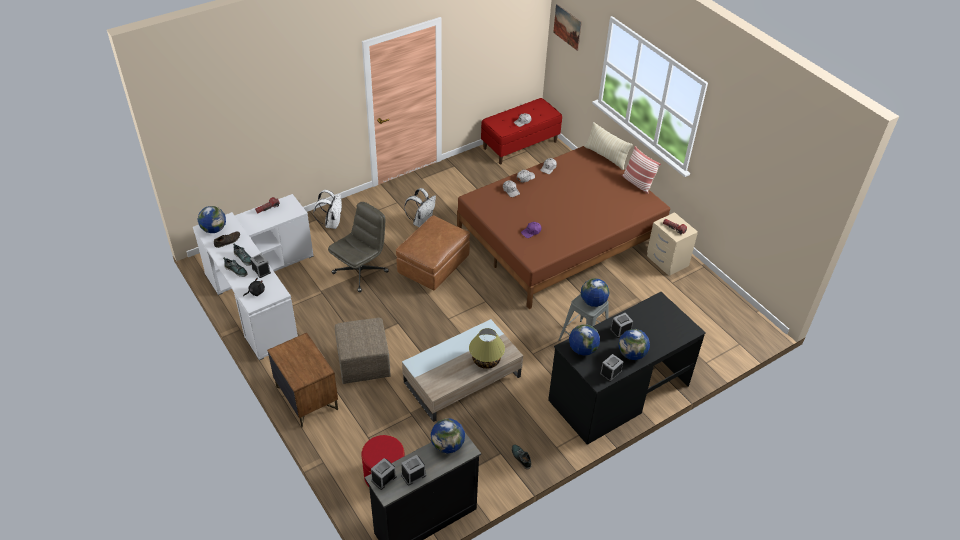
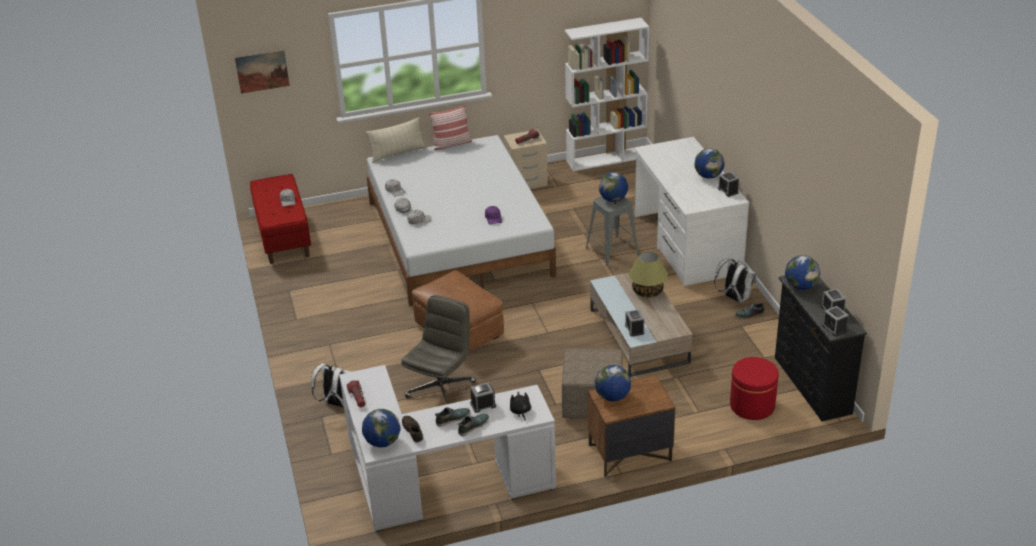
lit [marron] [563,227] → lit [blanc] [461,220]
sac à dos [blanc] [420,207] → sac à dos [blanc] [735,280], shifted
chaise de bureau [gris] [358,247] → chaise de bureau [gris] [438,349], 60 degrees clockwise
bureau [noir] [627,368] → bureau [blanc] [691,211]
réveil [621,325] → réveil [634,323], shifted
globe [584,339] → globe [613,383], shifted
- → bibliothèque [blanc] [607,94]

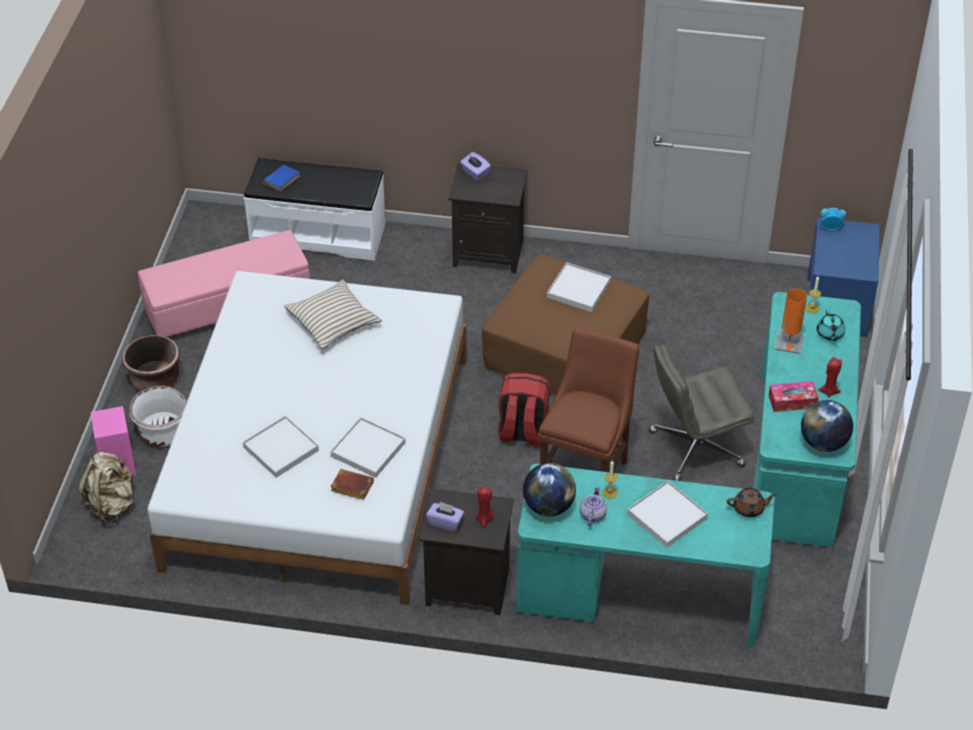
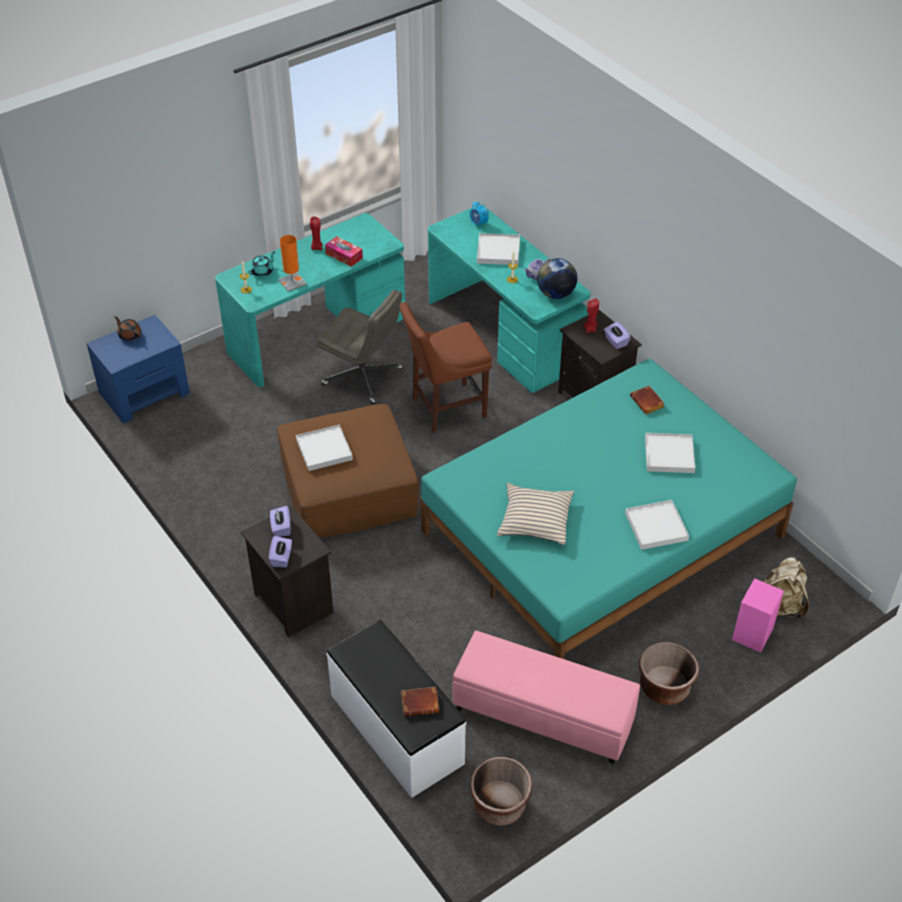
livre [bleu] [281,178] → livre [marron] [420,702]
réveil [833,219] → réveil [479,215], shifted
lit [blanc] [307,438] → lit [turquoise] [608,508]
sac à dos [rouge] [524,410] → -
cache-pot [blanc] [158,416] → -
globe [827,426] → -
plateau [blanc] [368,447] → plateau [blanc] [657,525], shifted
théière [marron] [752,502] → théière [marron] [127,328], shifted
- → boîte à mouchoirs [violet] [280,521]
- → cache-pot [marron] [501,791]

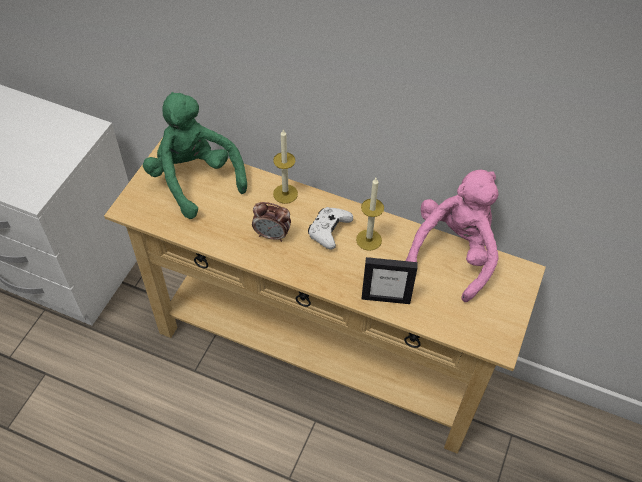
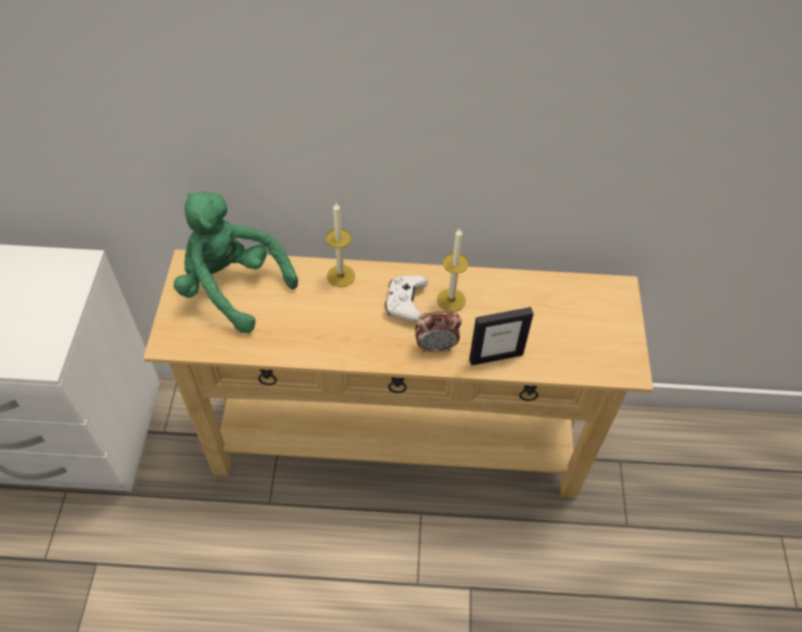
peluche [rose] [452,236] → -
réveil [271,222] → réveil [438,332], shifted

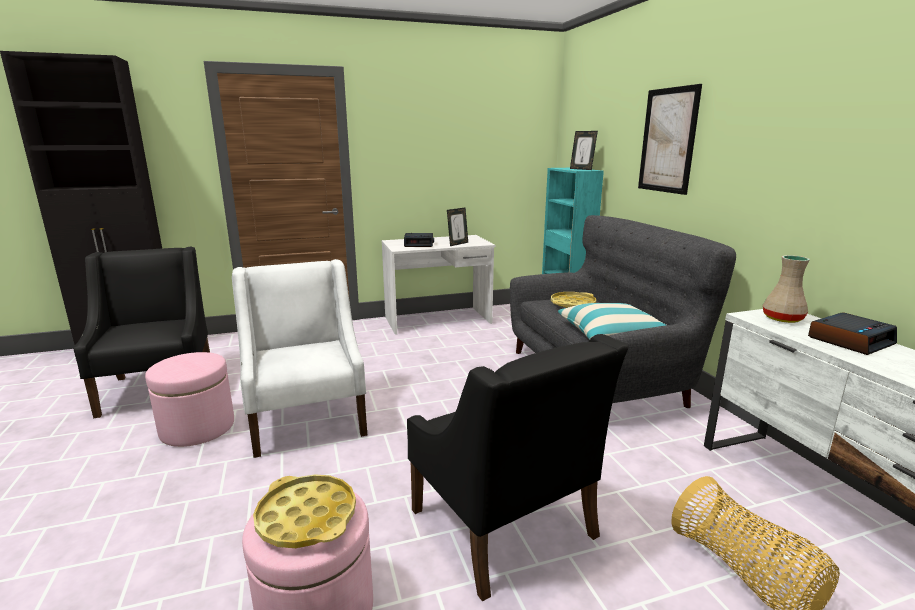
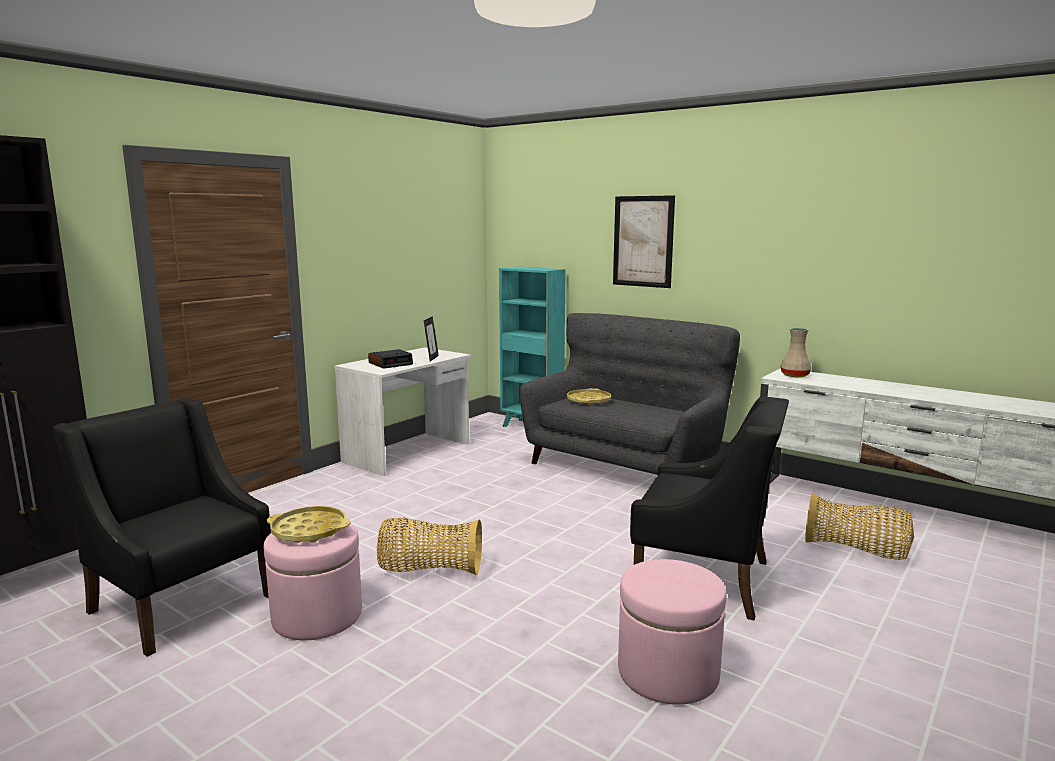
cadre photo [584,150] → -
fauteuil [blanc] [299,358] → panier [429,546]
coussin [612,321] → -
réveil [852,334] → -
plateau [jaune] [304,511] → plateau [jaune] [309,524], shifted

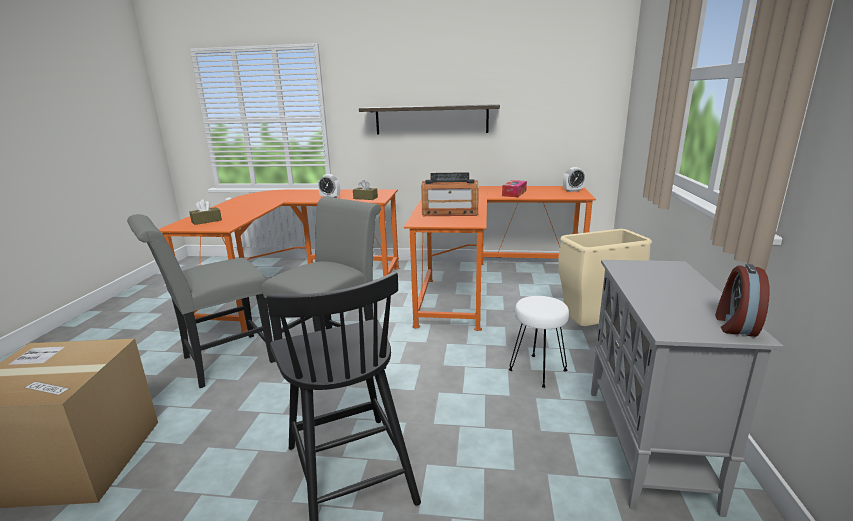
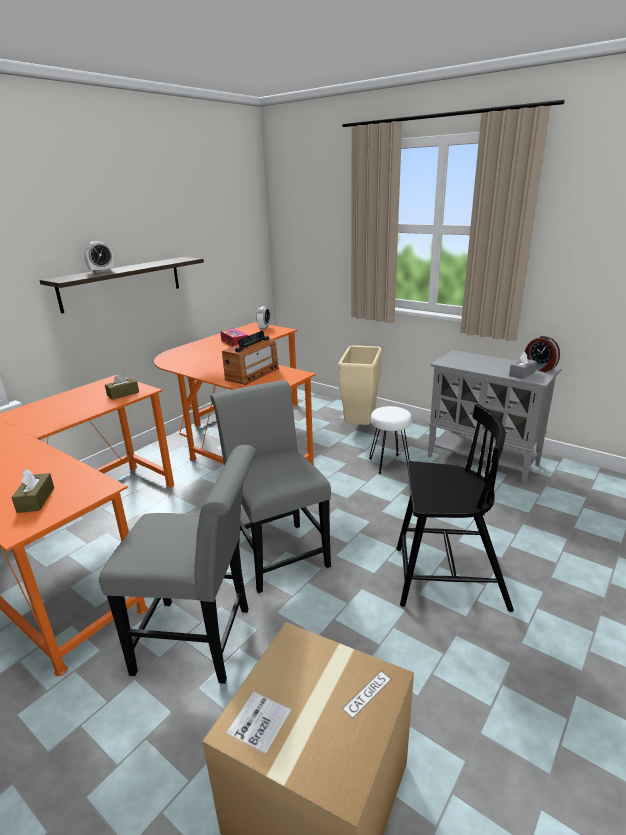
réveil [329,186] → réveil [99,257], shifted
chaise [gris] [201,301] → chaise [gris] [177,564], 75 degrees counterclockwise
- → boîte à mouchoirs [gris] [523,365]

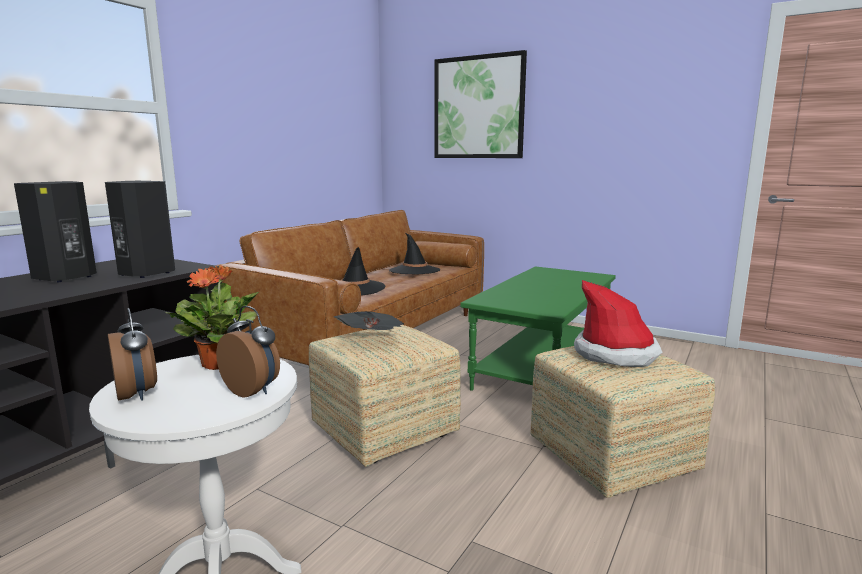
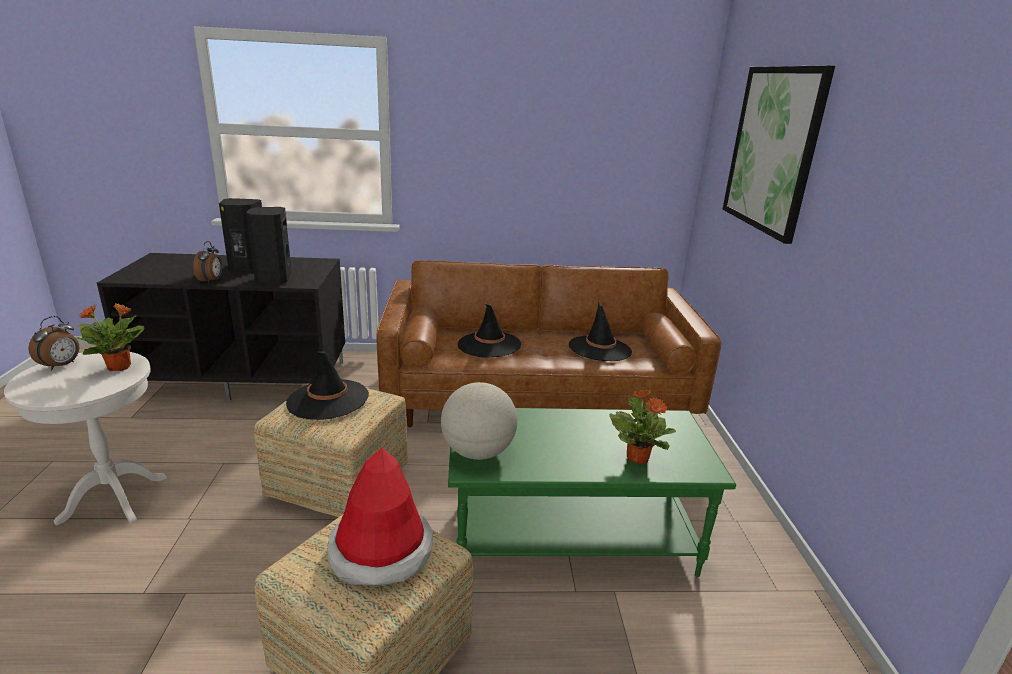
réveil [248,352] → réveil [207,262], shifted
journal [369,320] → chapeau [noir] [327,385]
- → globe [479,421]
- → plante en pot [642,426]

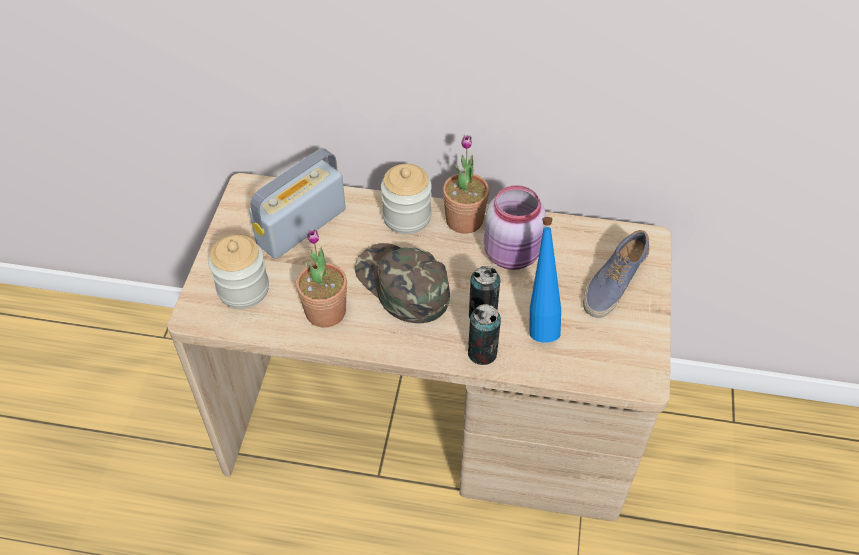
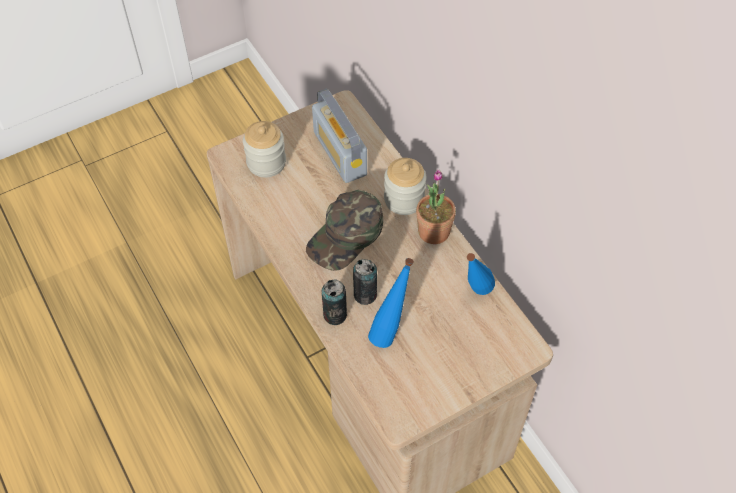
radio [297,203] → radio [339,135], 120 degrees counterclockwise
bocal [rose] [515,227] → -
plante en pot [321,278] → -
chaussure [616,274] → -
casquette [vert] [402,283] → casquette [vert] [344,230], 150 degrees counterclockwise
- → bouteille [bleu] [481,274]

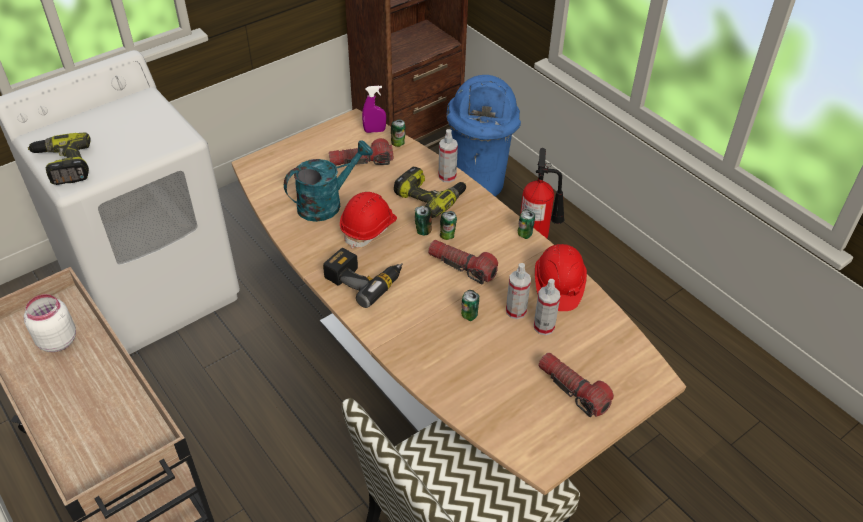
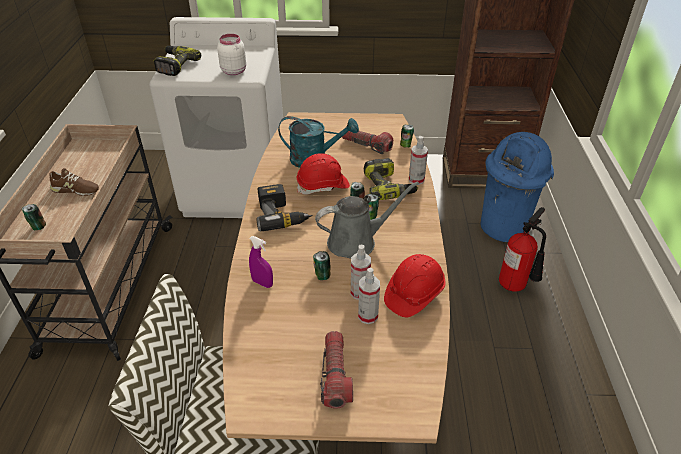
vaporisateur [violet] [374,109] → vaporisateur [violet] [261,262], shifted
boîte métallique [526,224] → boîte métallique [34,217], shifted
lampe de poche [463,262] → arrosoir [gris] [367,220]
bocal [blanc] [50,323] → bocal [blanc] [231,54], shifted
- → chaussure [marron] [74,182]

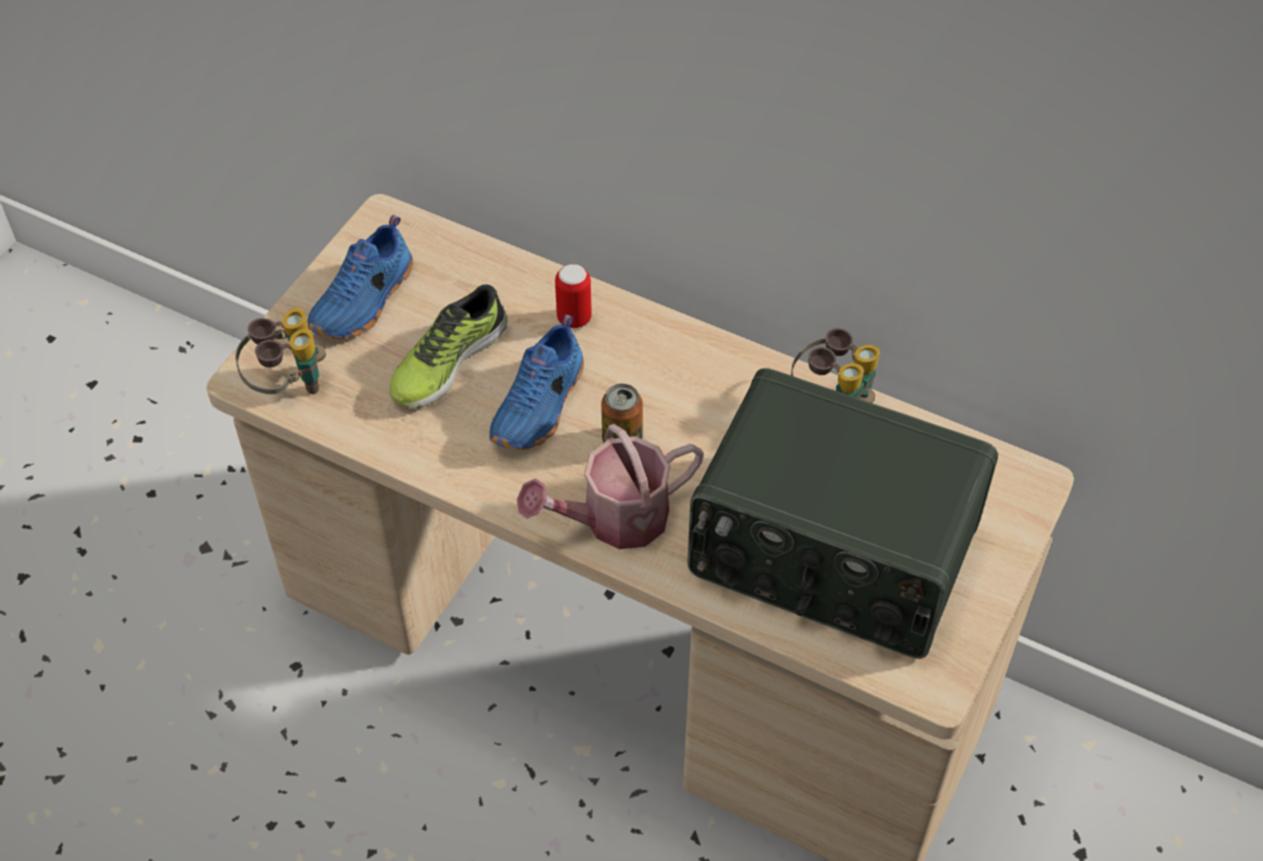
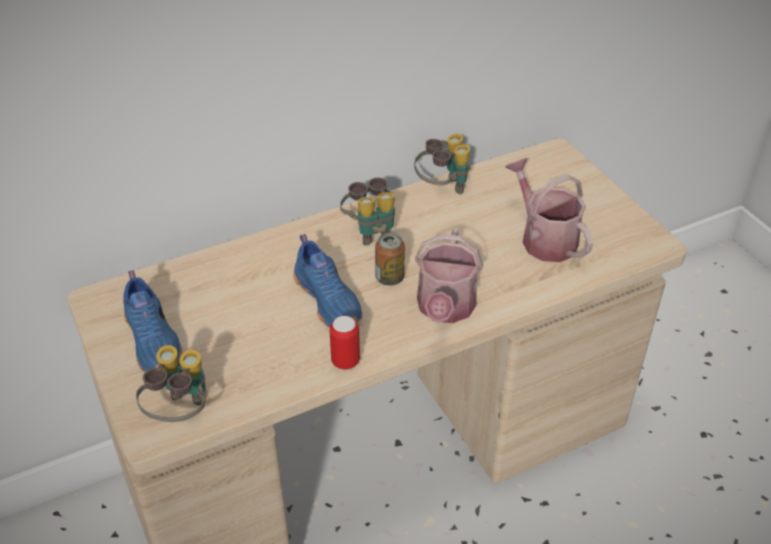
boîte métallique [573,296] → boîte métallique [345,343], shifted
chaussure [448,346] → -
radio [842,513] → arrosoir [549,210]
- → jumelles [367,211]

